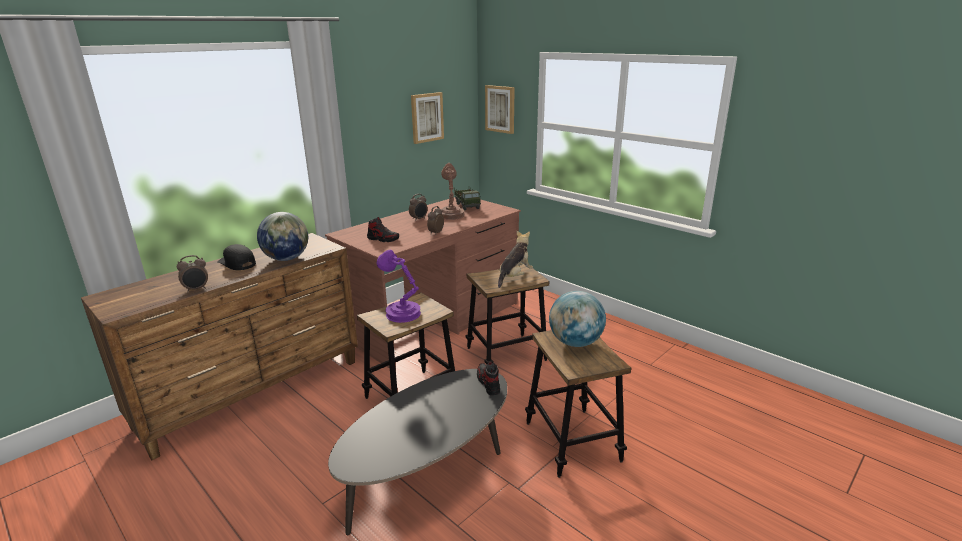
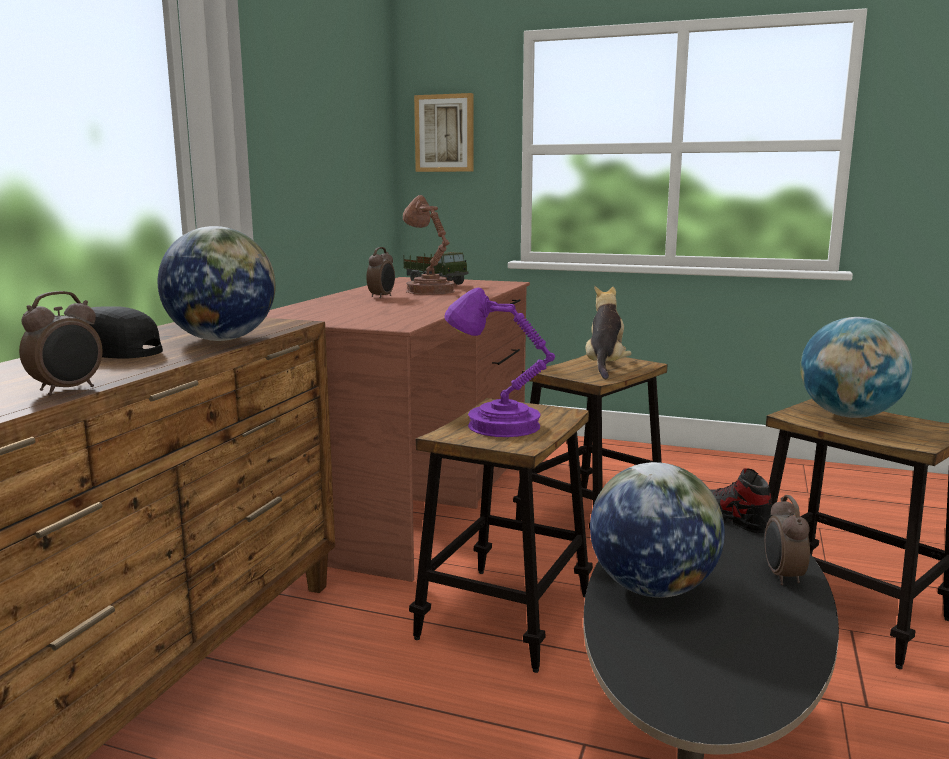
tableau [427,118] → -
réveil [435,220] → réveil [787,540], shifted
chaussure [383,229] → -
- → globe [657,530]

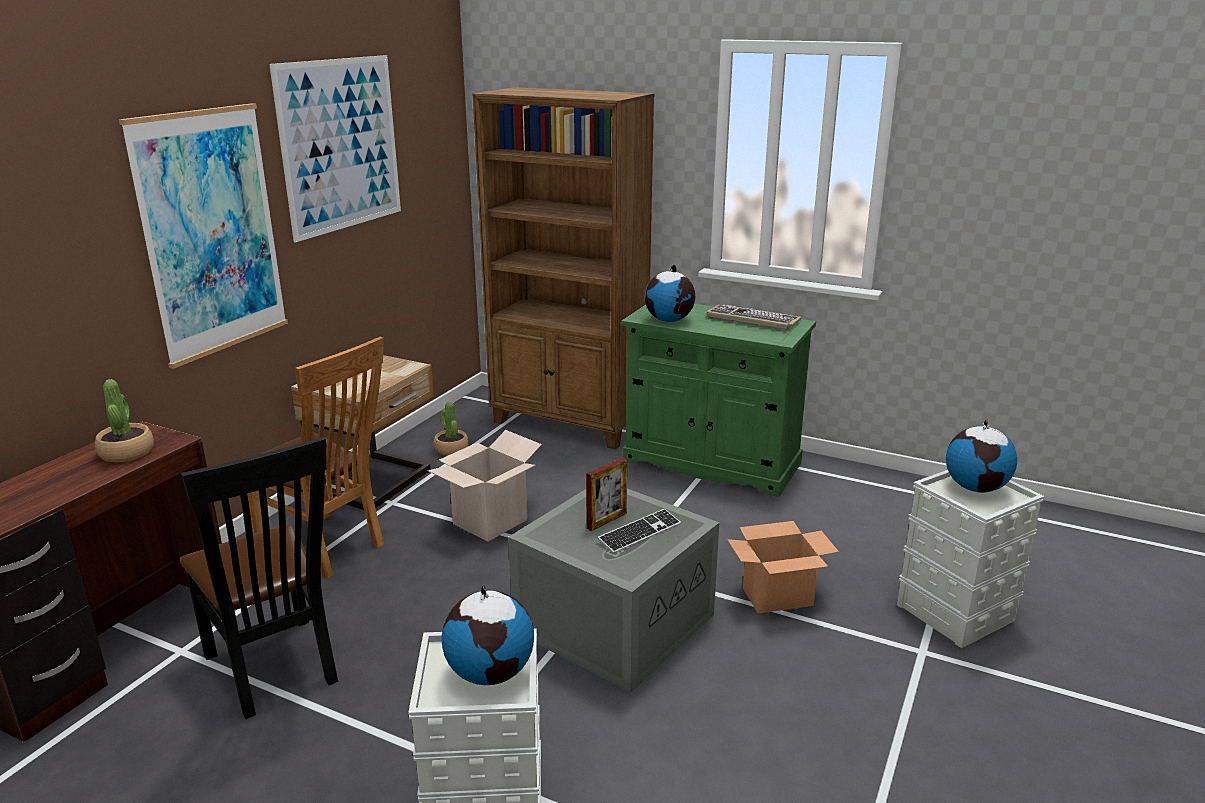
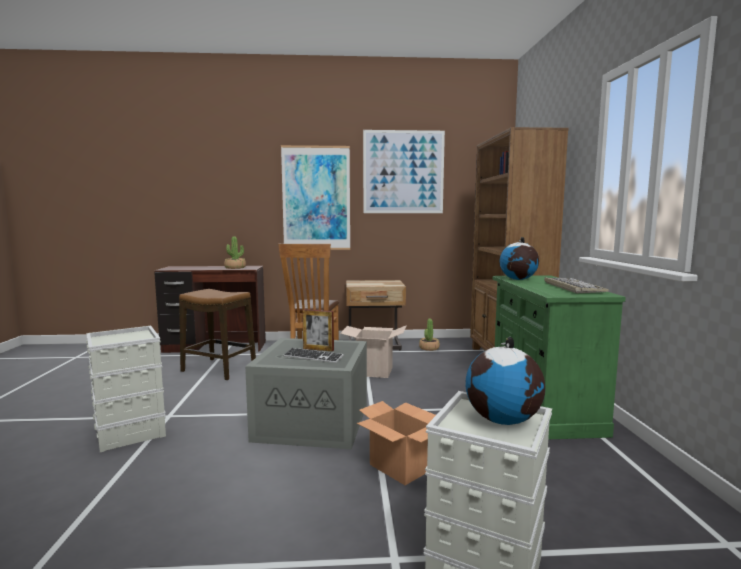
chaise [noir] [259,577] → tabouret [217,335]
globe [488,635] → -

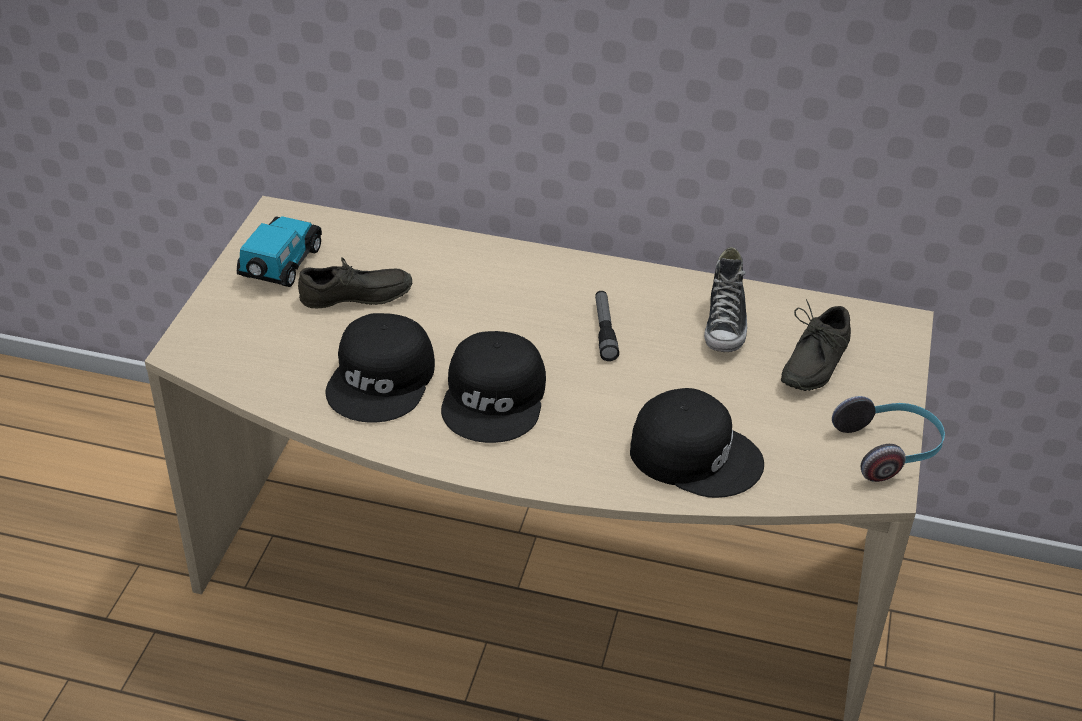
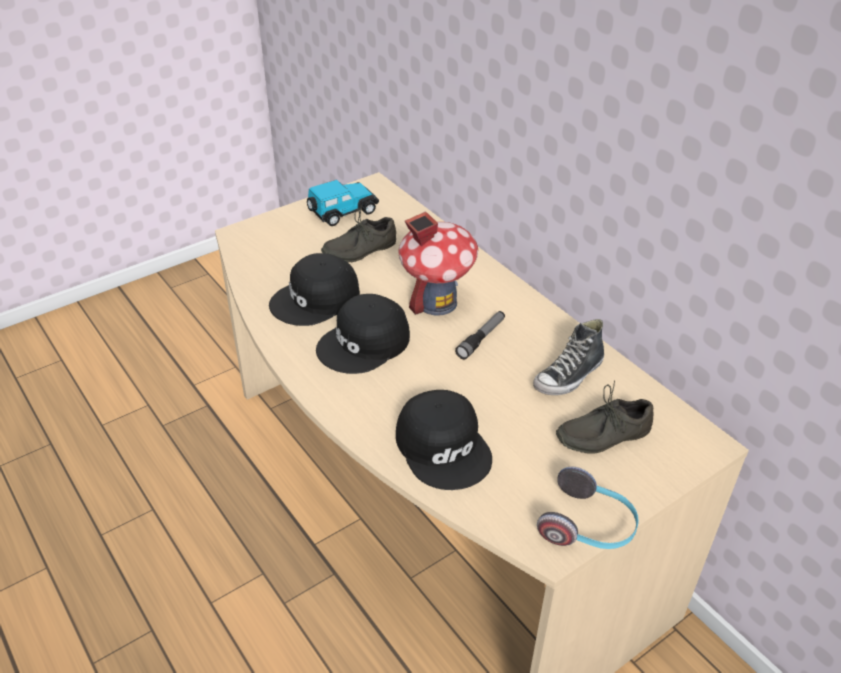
chaussure [gris] [355,282] → chaussure [gris] [358,235], 120 degrees clockwise
- → maison miniature [438,263]

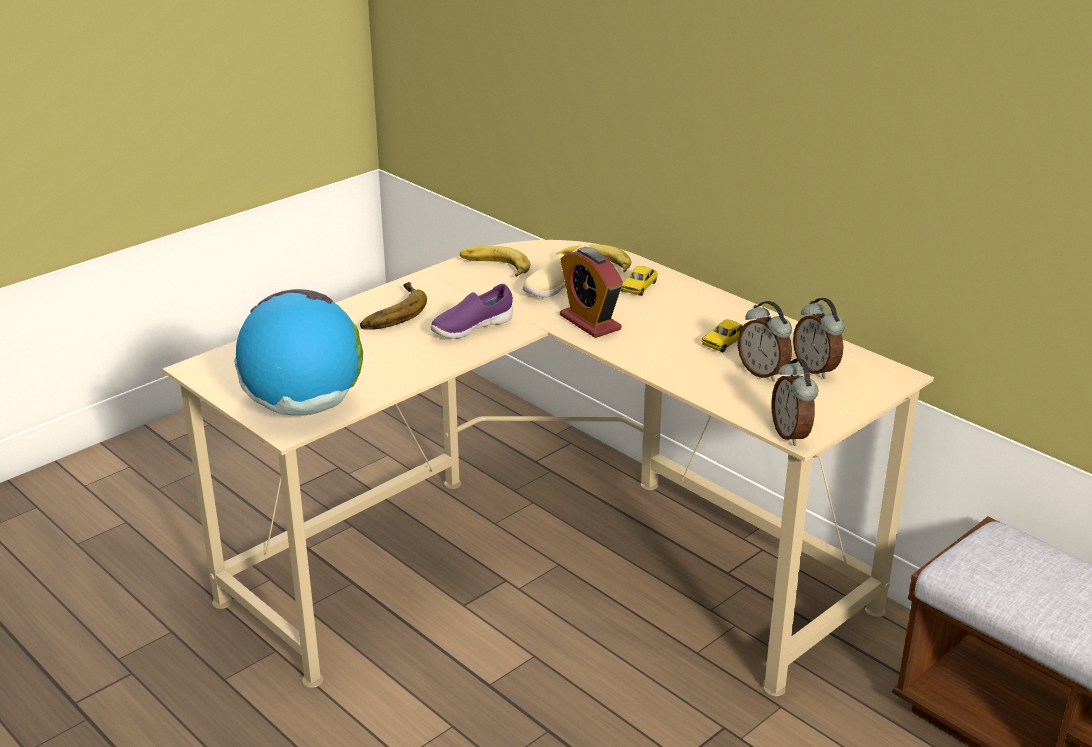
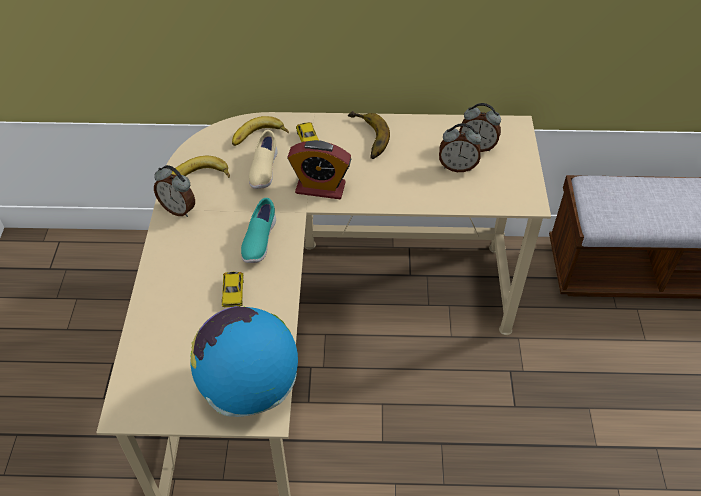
banane [393,306] → banane [369,135], shifted
chaussure [violet] [471,311] → chaussure [turquoise] [258,230]
petite voiture [722,335] → petite voiture [232,289], shifted
réveil [795,402] → réveil [174,191], shifted

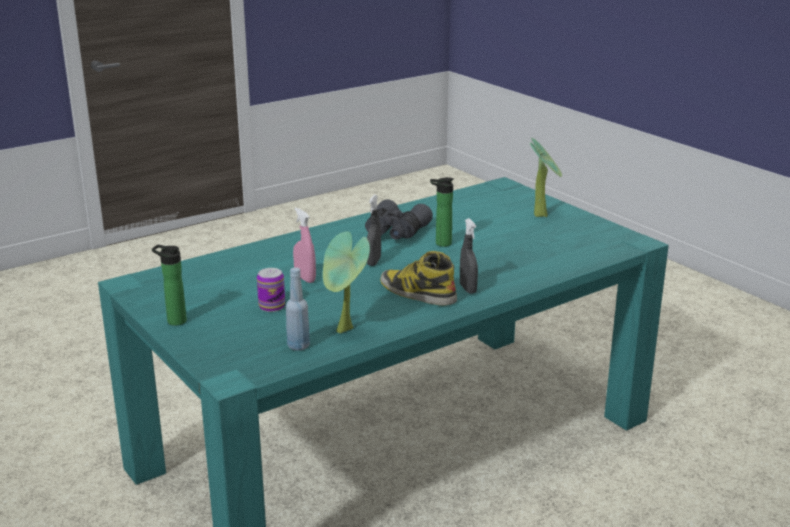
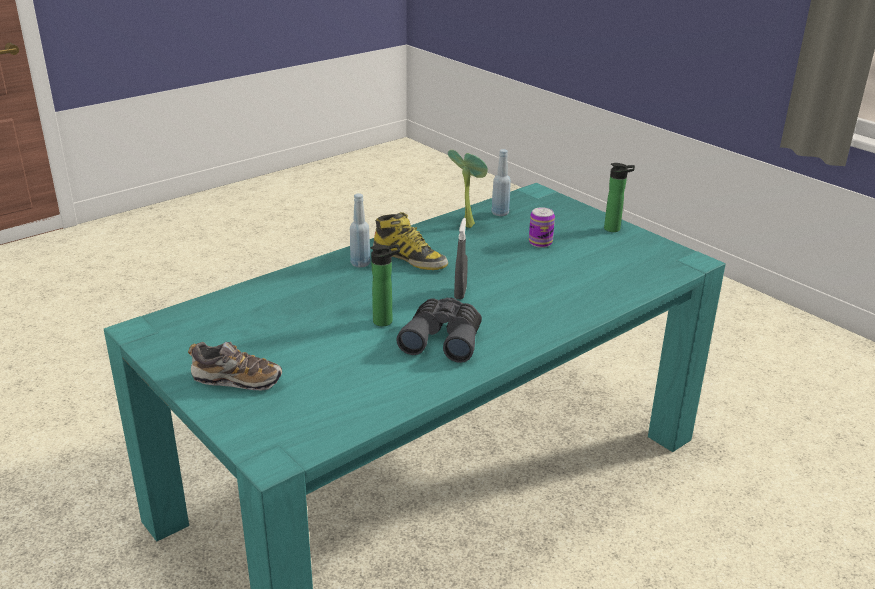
plante en pot [546,177] → chaussure [235,366]
vaporisateur [rose] [304,245] → -
vaporisateur [gris] [469,256] → bouteille [bleu] [360,230]

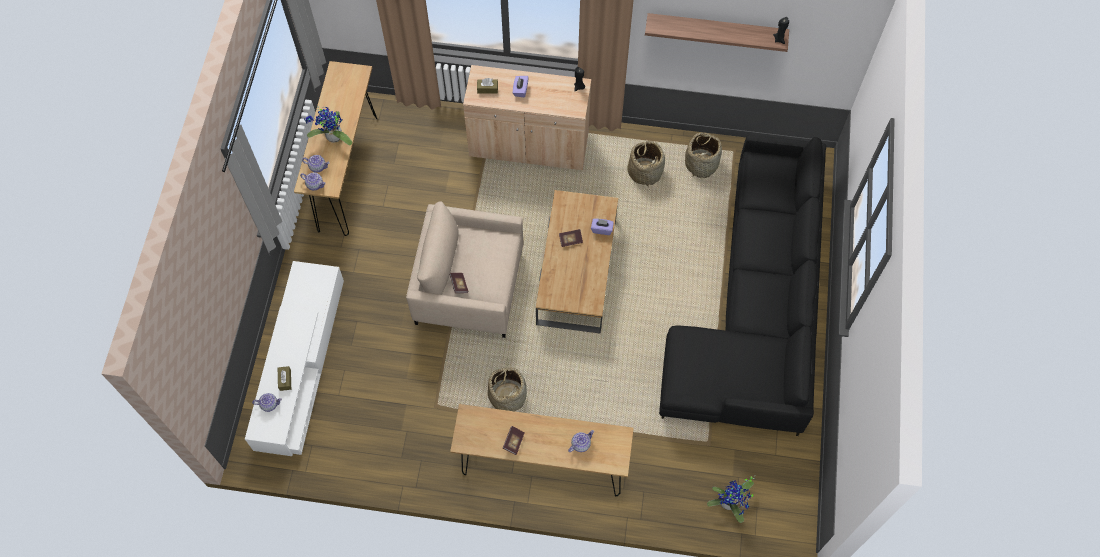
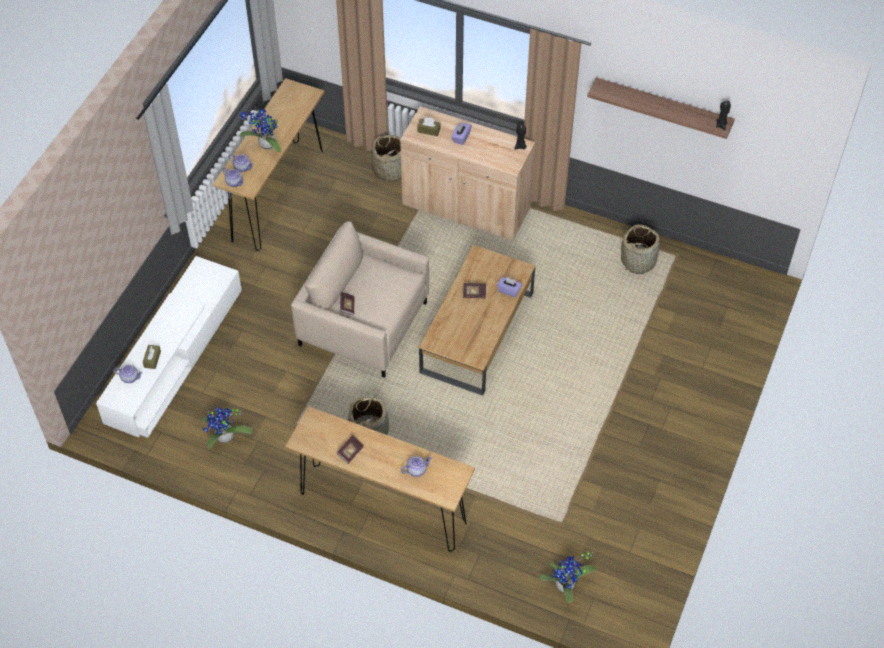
canapé [noir] [742,285] → -
panier [646,162] → panier [386,158], shifted
- → plante en pot [227,427]

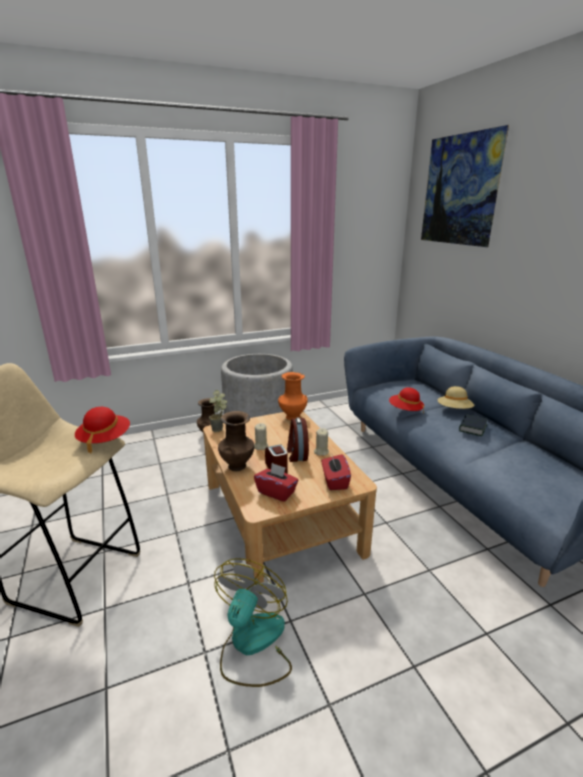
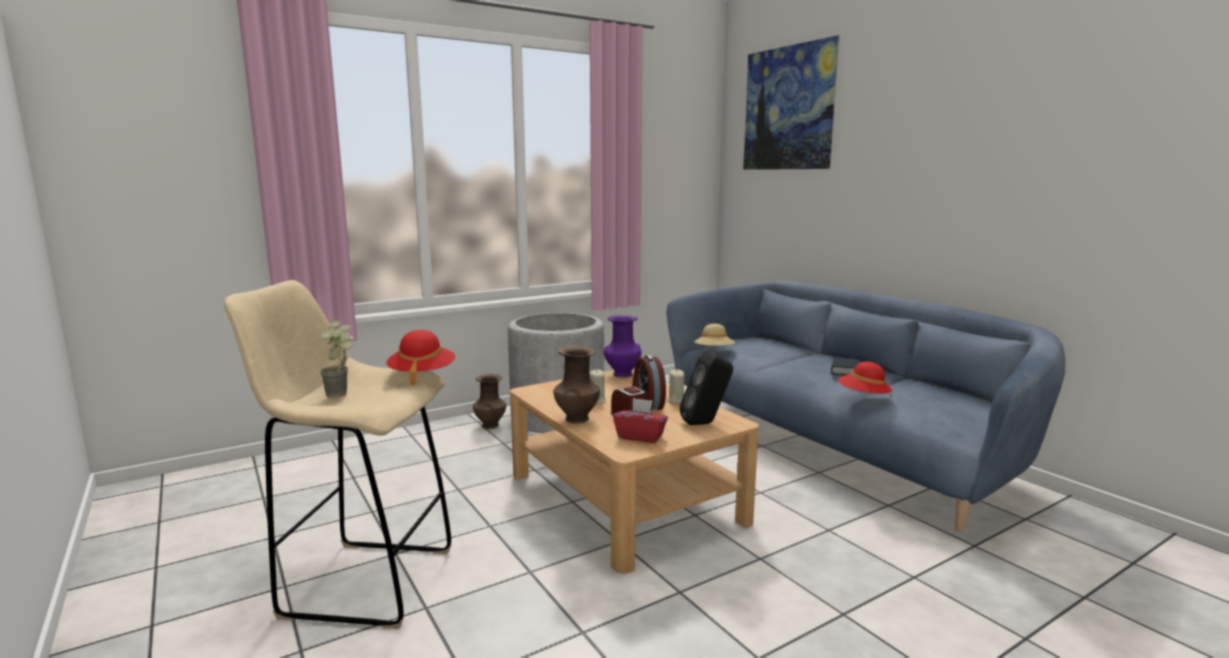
vase [orange] [292,396] → vase [violet] [622,346]
chapeau [beige] [455,397] → chapeau [beige] [714,335], shifted
chapeau [rouge] [406,400] → chapeau [rouge] [865,379], shifted
plante en pot [218,411] → plante en pot [336,359], shifted
boîte à mouchoirs [rouge] [336,471] → enceinte [noir] [706,388]
ventilateur [253,622] → -

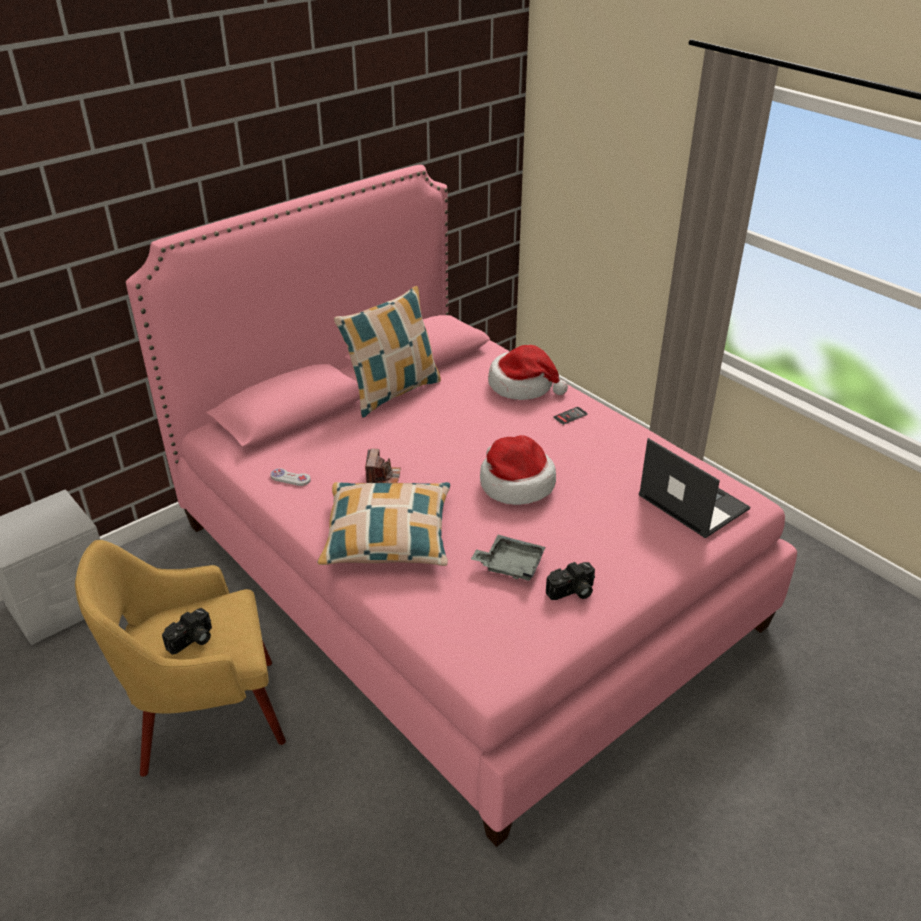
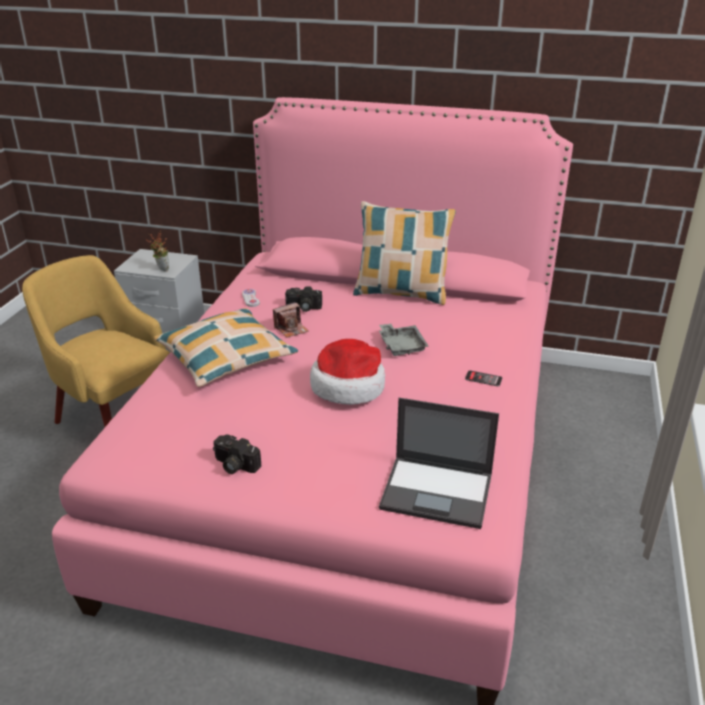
chapeau [528,372] → -
ordinateur portable [694,488] → ordinateur portable [439,463], 90 degrees clockwise
plateau [gris] [508,558] → plateau [gris] [404,340], shifted
appareil photo [187,631] → appareil photo [303,299], shifted
- → plante en pot [157,251]

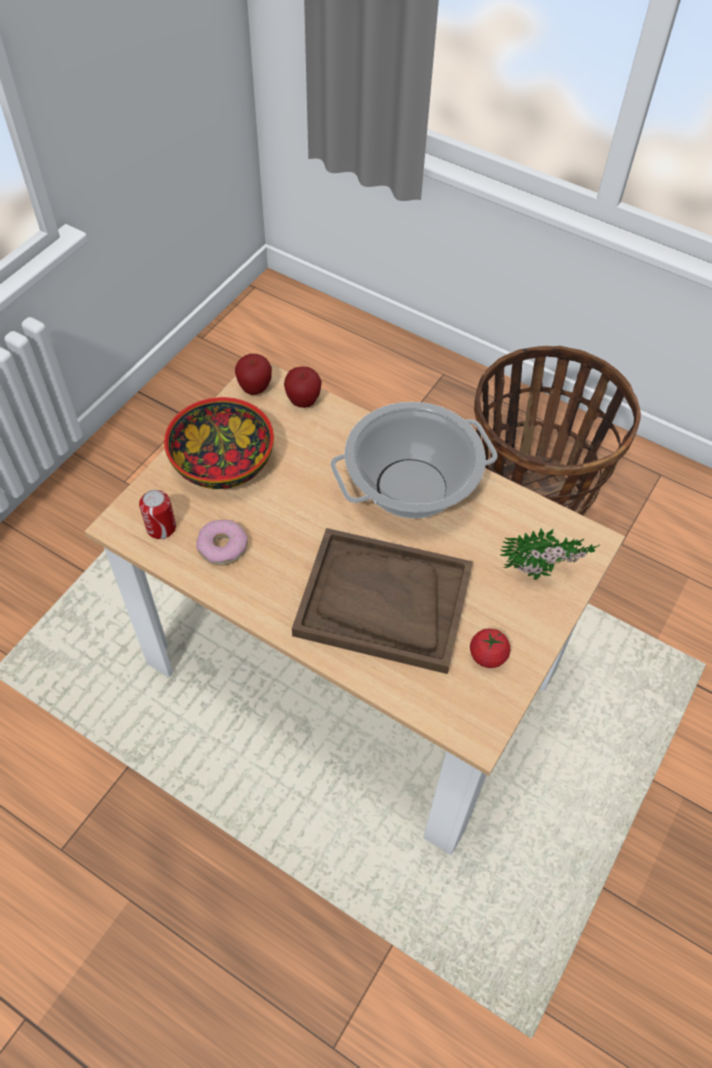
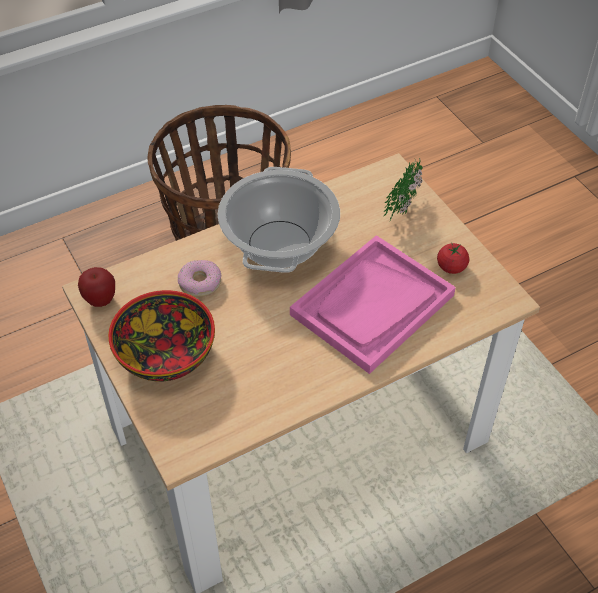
pomme [303,387] → -
boîte métallique [157,514] → -
beignet [222,542] → beignet [199,278], shifted
plateau [marron] [382,601] → plateau [rose] [373,304]

